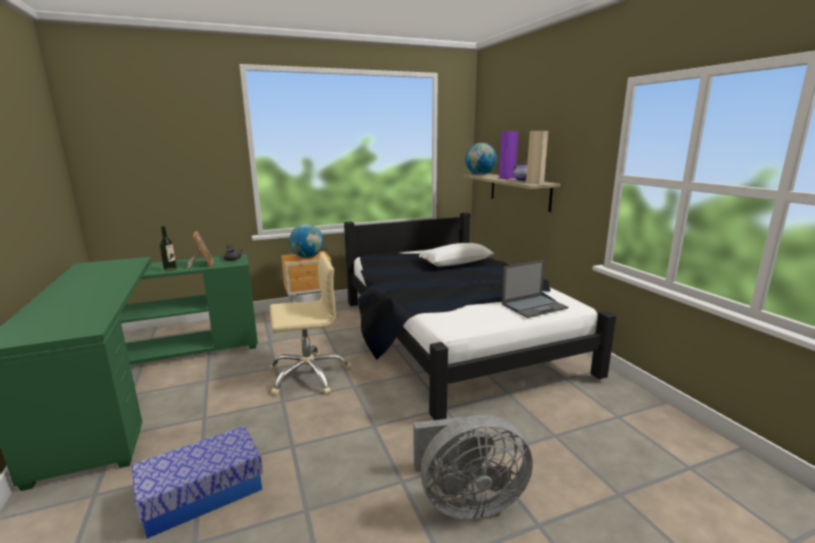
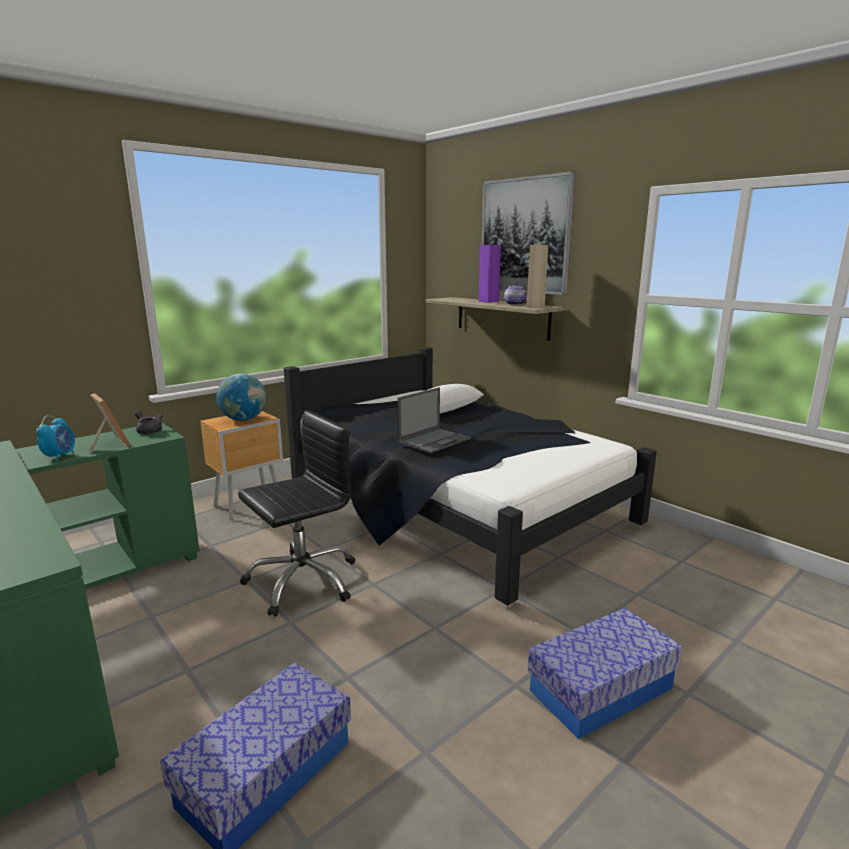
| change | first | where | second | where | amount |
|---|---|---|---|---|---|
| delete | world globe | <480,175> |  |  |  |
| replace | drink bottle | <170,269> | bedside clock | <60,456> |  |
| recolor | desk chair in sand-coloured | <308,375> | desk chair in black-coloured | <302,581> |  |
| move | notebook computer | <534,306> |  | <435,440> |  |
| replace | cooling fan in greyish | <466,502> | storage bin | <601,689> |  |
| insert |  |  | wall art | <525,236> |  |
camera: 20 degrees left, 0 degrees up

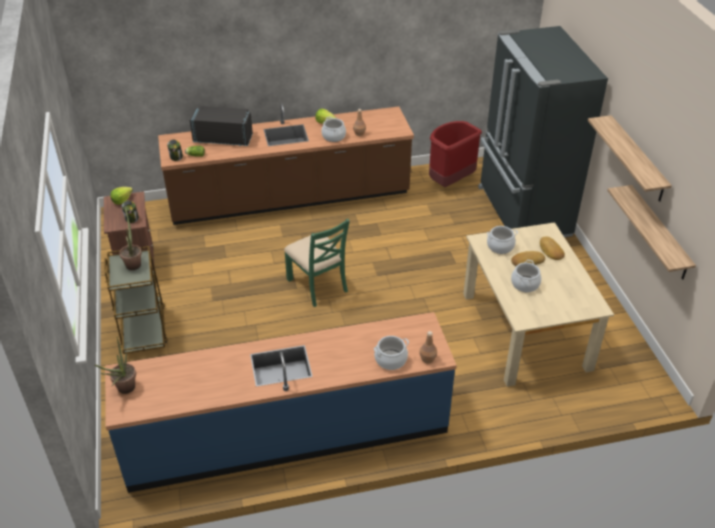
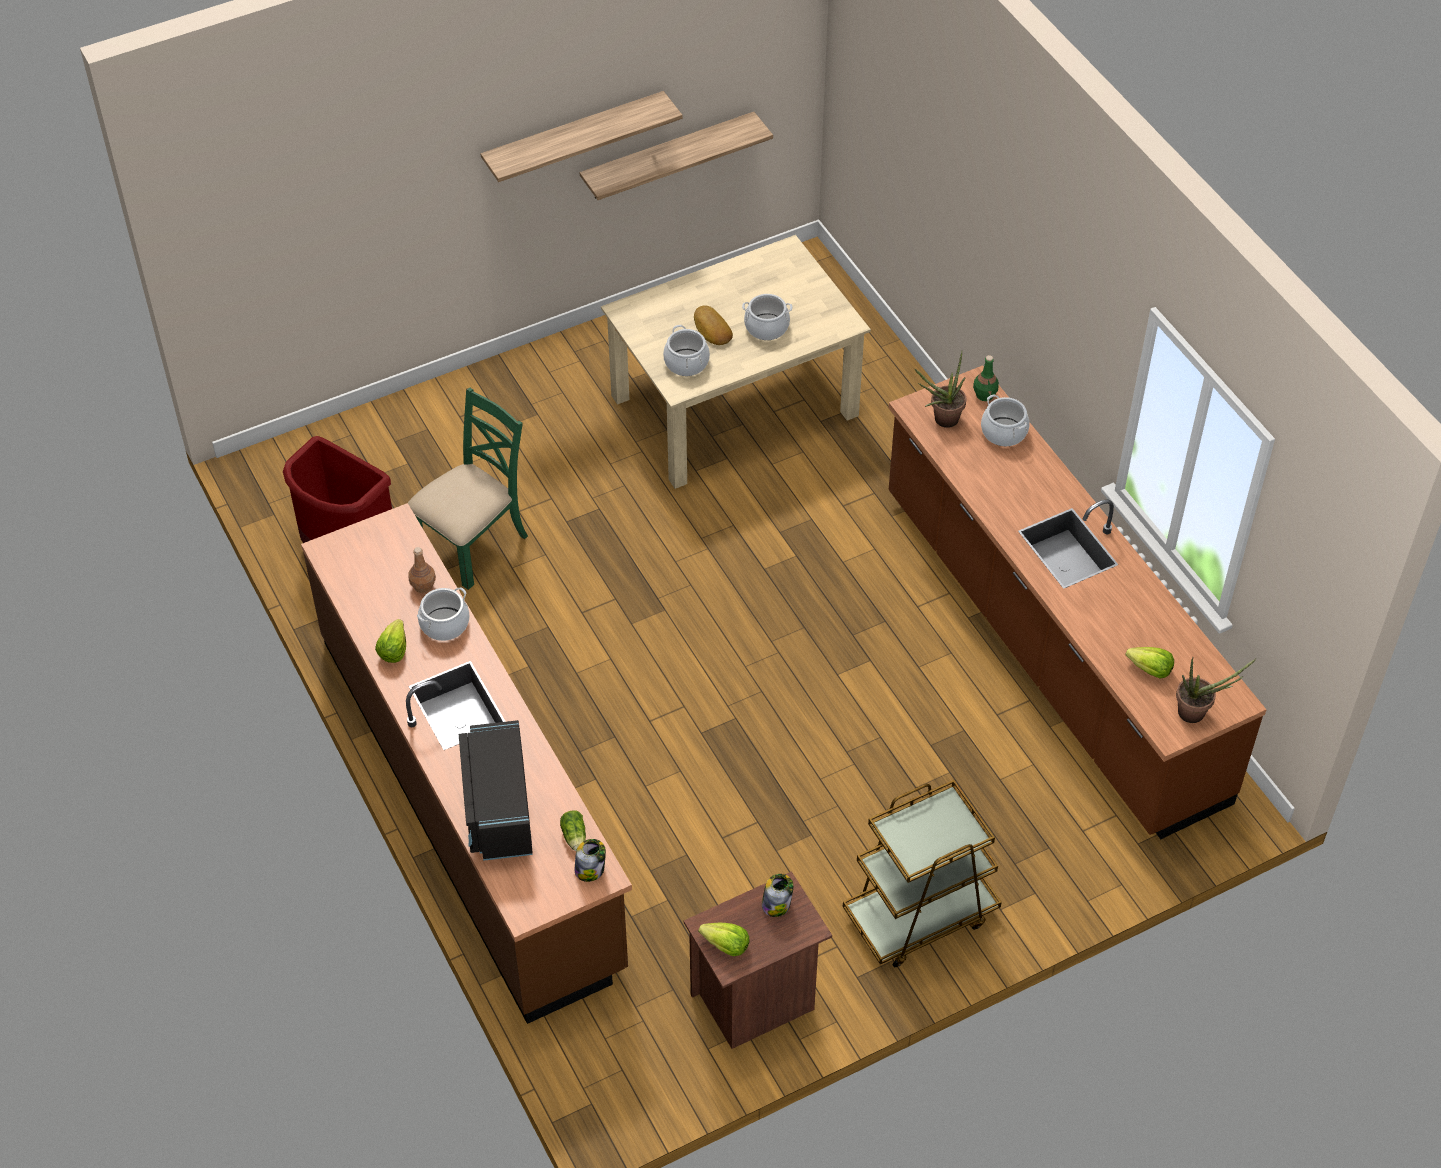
| change | first | where | second | where | amount |
|---|---|---|---|---|---|
| delete | fridge in black-coloured | <522,211> |  |  |  |
| move | plant in a pot | <133,263> |  | <941,420> |  |
| move | plain chair in green | <318,285> |  | <473,543> |  |
| delete | bakery bread | <550,251> |  |  |  |
| recolor | kitchen base unit in blue-coloured | <287,433> | kitchen base unit in brown-coloured | <1050,646> |  |
| recolor | drink bottle in brown-coloured | <427,359> | drink bottle in green | <985,395> |  |
| insert |  |  | lettuce head | <1150,670> |  |
camera: 105 degrees left, 10 degrees up

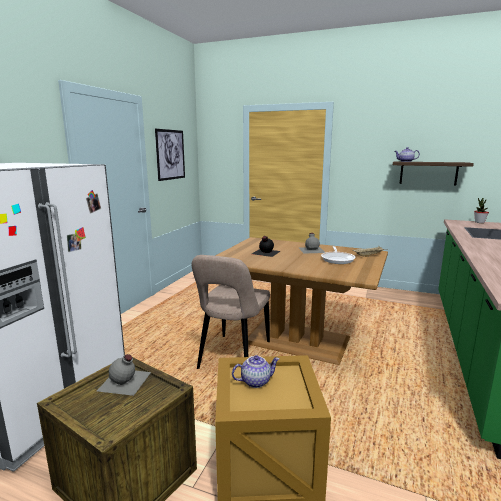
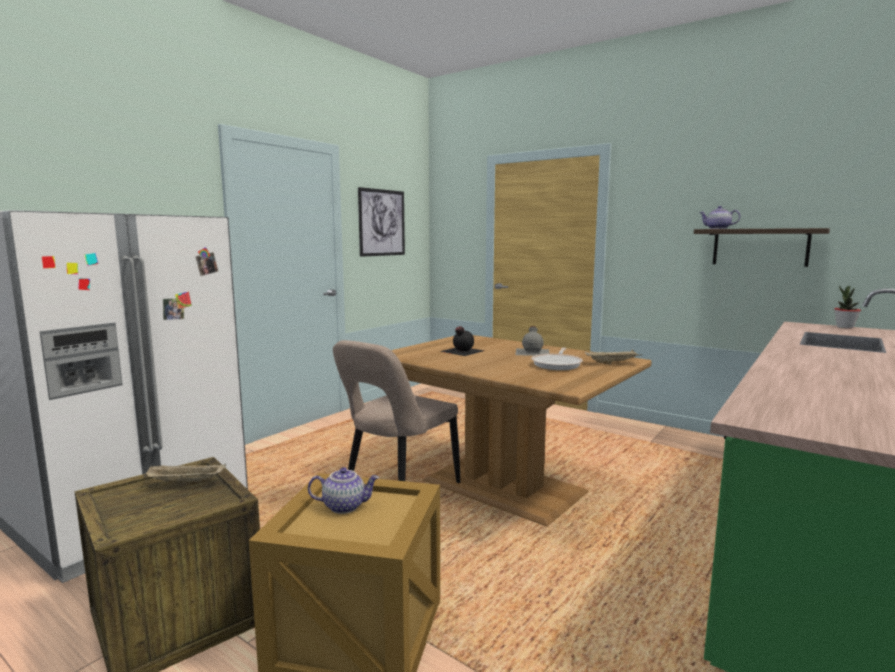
| change | first | where | second | where | amount |
|---|---|---|---|---|---|
| replace | drink bottle in greyish | <125,381> | tray in sand-coloured | <184,483> |  |
camera: 15 degrees right, 5 degrees down

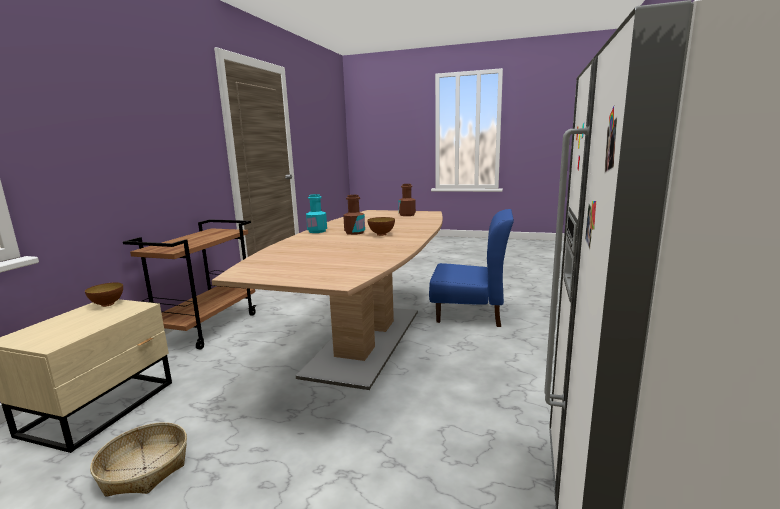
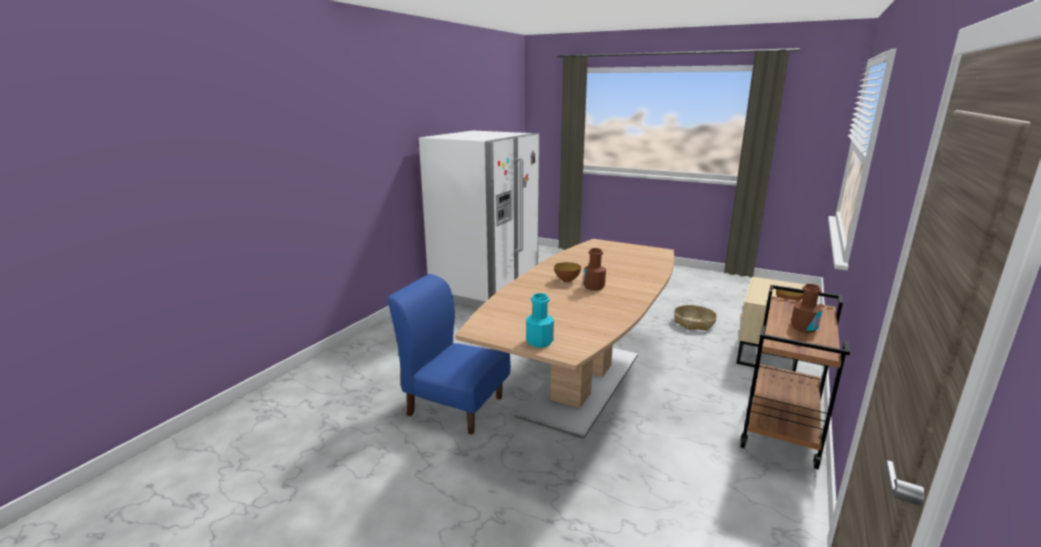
| change | first | where | second | where | amount |
|---|---|---|---|---|---|
| move | drink bottle in brown-coloured | <407,215> |  | <803,328> |  |
| move | drink bottle in turquoise-coloured | <317,231> |  | <539,342> |  |
camera: 170 degrees left, 5 degrees up

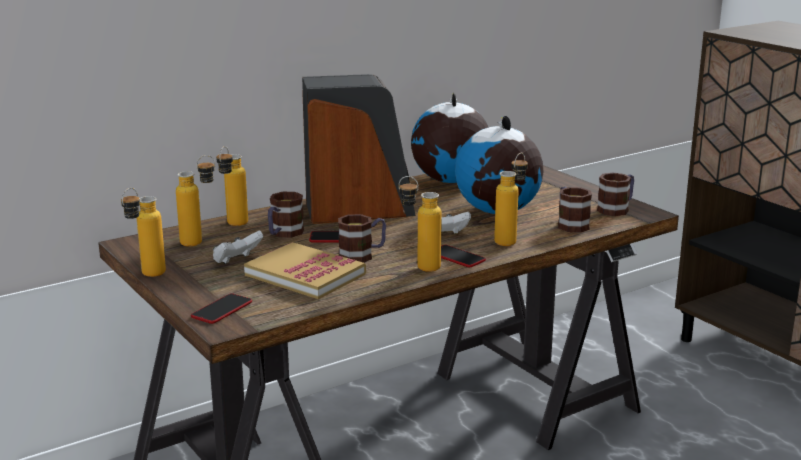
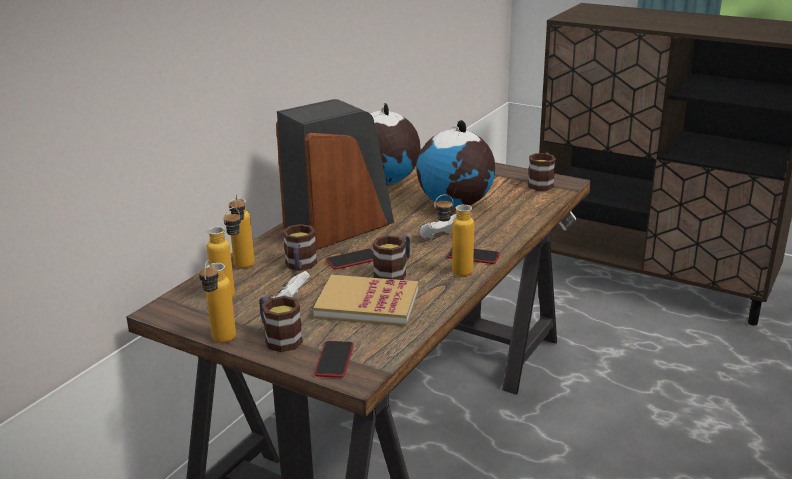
| change | first | where | second | where | amount |
|---|---|---|---|---|---|
| delete | drink bottle | <510,240> |  |  |  |
| move | coffee mug | <570,224> |  | <279,338> |  |
camera: 25 degrees left, 5 degrees up

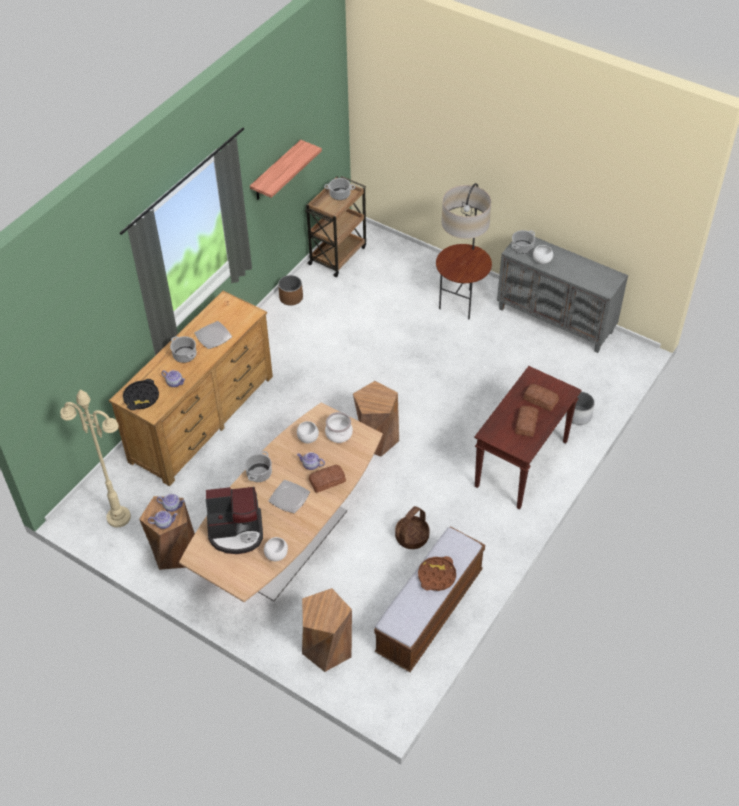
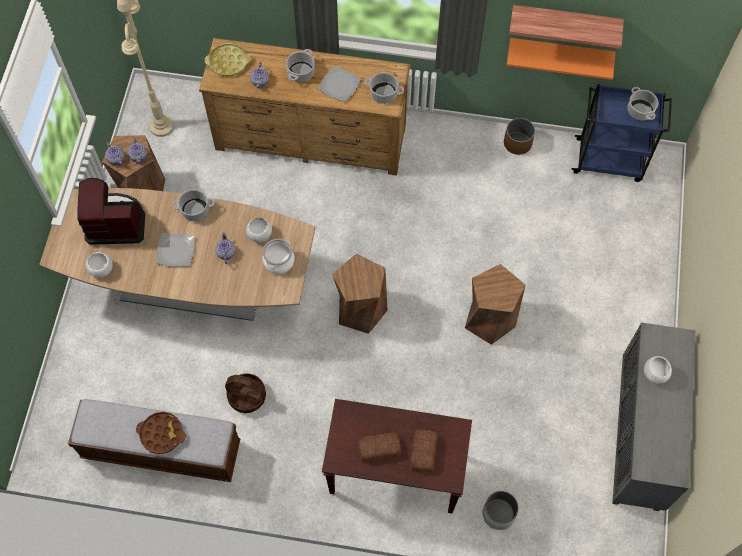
| change | first | where | second | where | amount |
|---|---|---|---|---|---|
| recolor | trolley in brown-coloured | <338,255> | trolley in blue-coloured | <610,160> |  |
| delete | floor lamp | <461,303> |  |  |  |
| move | cooking pot | <522,247> |  | <384,93> |  |
| recolor | tray in black-coloured | <141,397> | tray in yellow-coloured | <228,62> |  |
| delete | bakery bread | <328,481> |  |  |  |
| rotate | coffee machine | <236,532> |  | <115,222> | 120 degrees clockwise |
| move | stool in brown-coloured | <327,648> |  | <489,319> |  |
| insert |  |  | bracket shelf in orangey | <560,53> |  |
camera: 65 degrees right, 15 degrees up

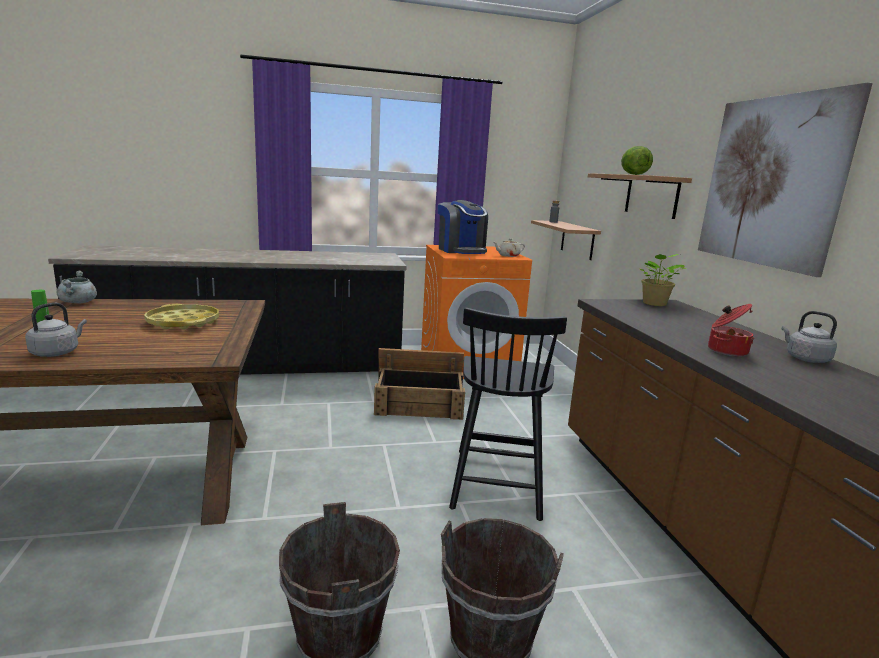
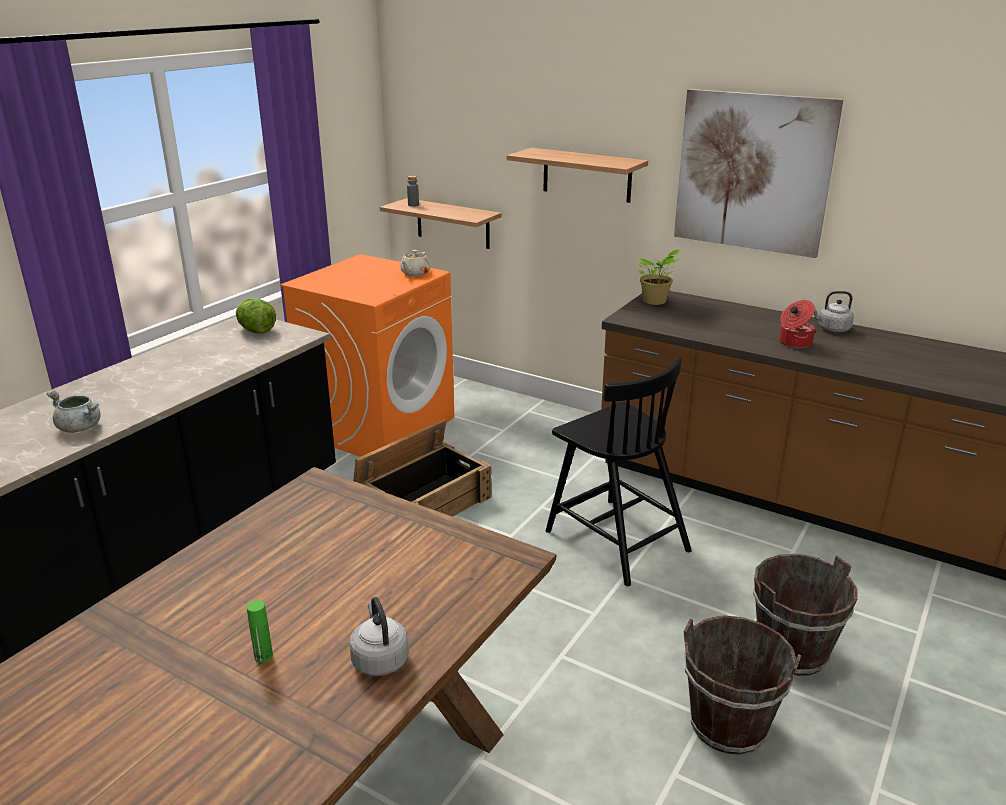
| change | first | where | second | where | amount |
|---|---|---|---|---|---|
| move | lettuce head | <633,174> |  | <257,331> |  |
| delete | coffee machine | <461,251> |  |  |  |
| move | cooking pot in greyish | <78,302> |  | <81,428> |  |
| delete | tray in yellow-coloured | <183,322> |  |  |  |
camera: 45 degrees left, 10 degrees up

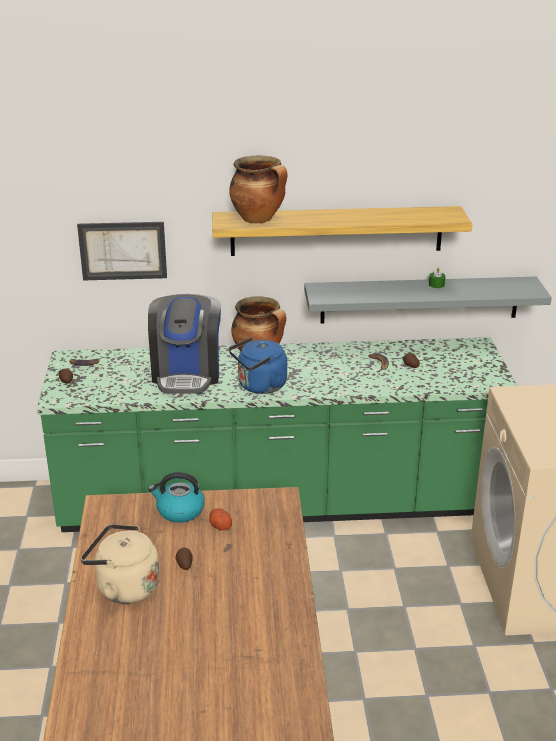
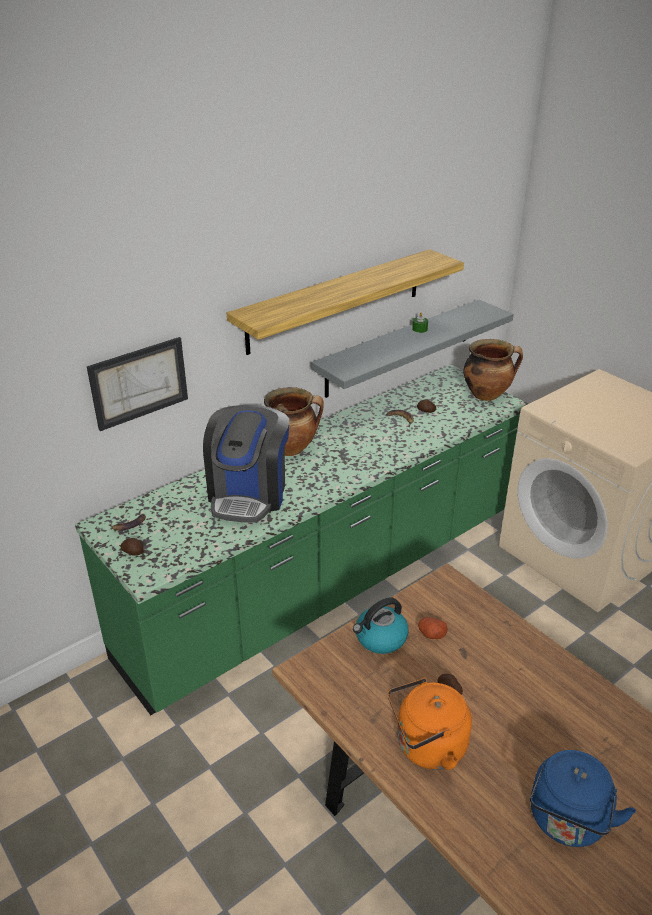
| change | first | where | second | where | amount |
|---|---|---|---|---|---|
| move | cooking pot | <259,219> |  | <487,394> |  |
| rotate | coffee machine | <187,374> |  | <249,494> | 45 degrees clockwise |
| move | water kettle in blue-coloured | <259,386> |  | <567,822> |  |
| recolor | water kettle in sand-coloured | <124,587> | water kettle in orangey | <427,747> |  |
camera: 35 degrees left, 5 degrees up

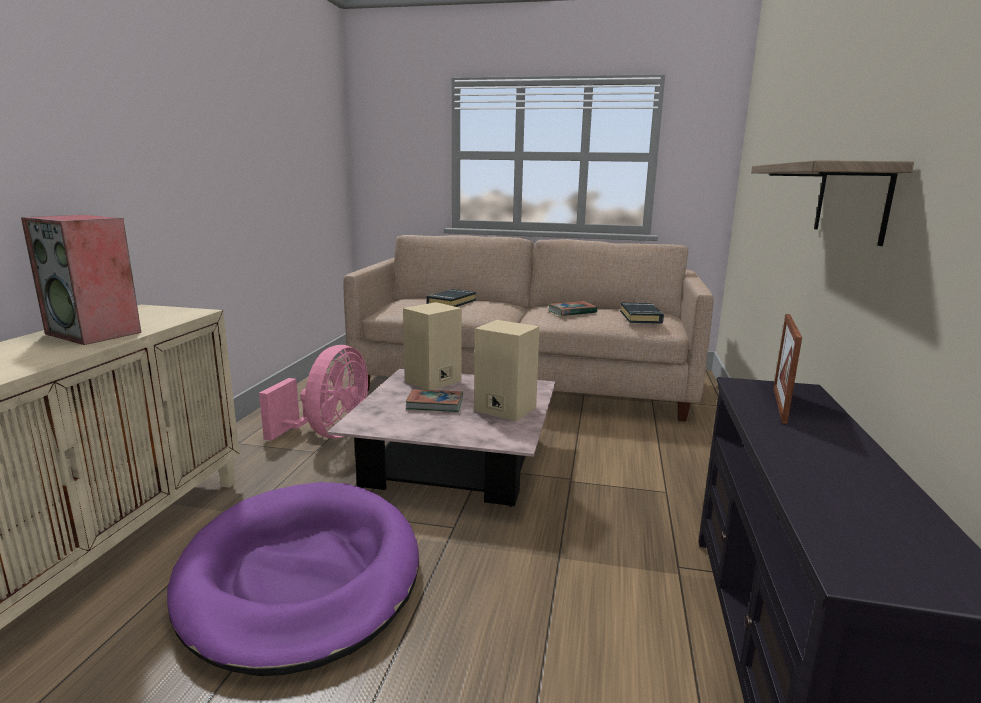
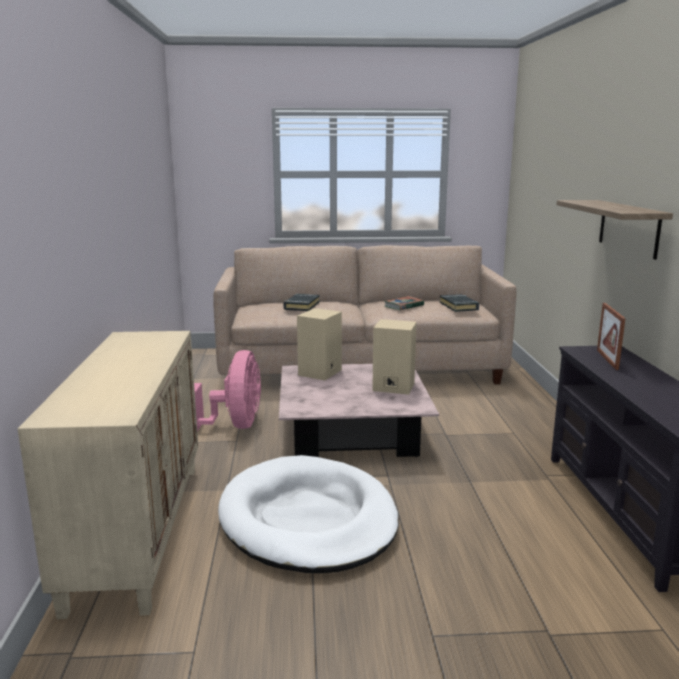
| change | first | where | second | where | amount |
|---|---|---|---|---|---|
| delete | speaker | <95,333> |  |  |  |
| delete | volume | <435,404> |  |  |  |
| recolor | dog bed in purple | <301,577> | dog bed in whitish | <308,520> |  |
camera: 15 degrees left, 0 degrees up

